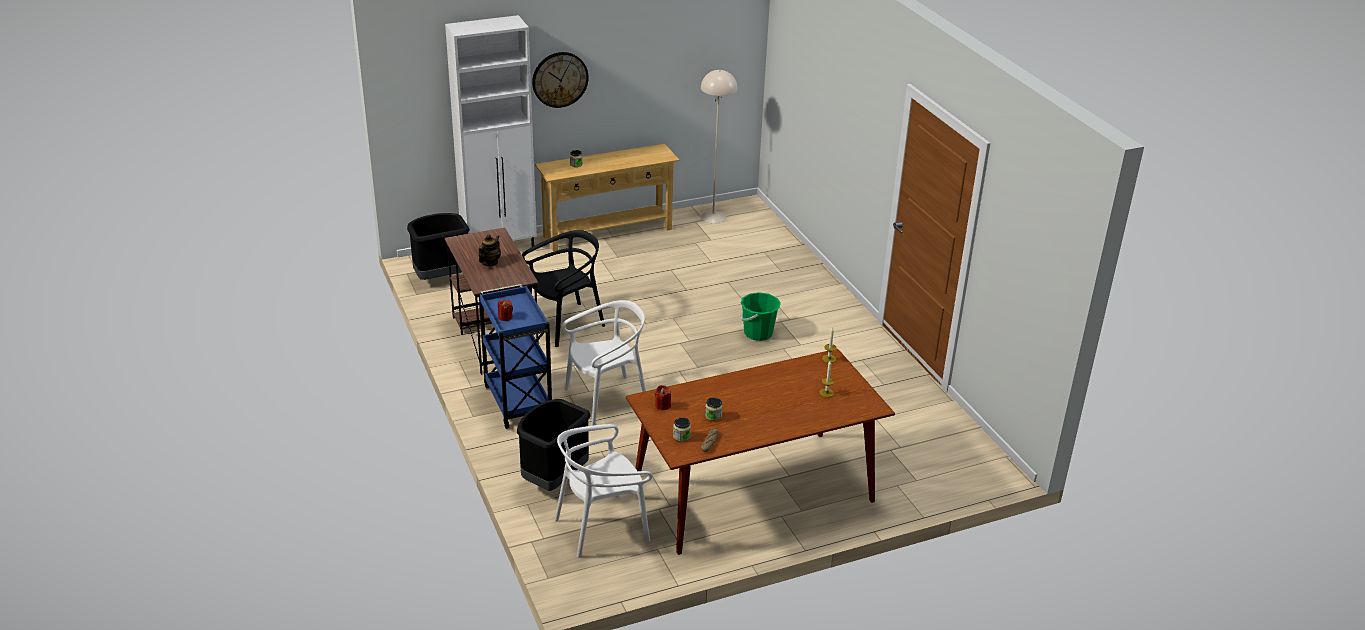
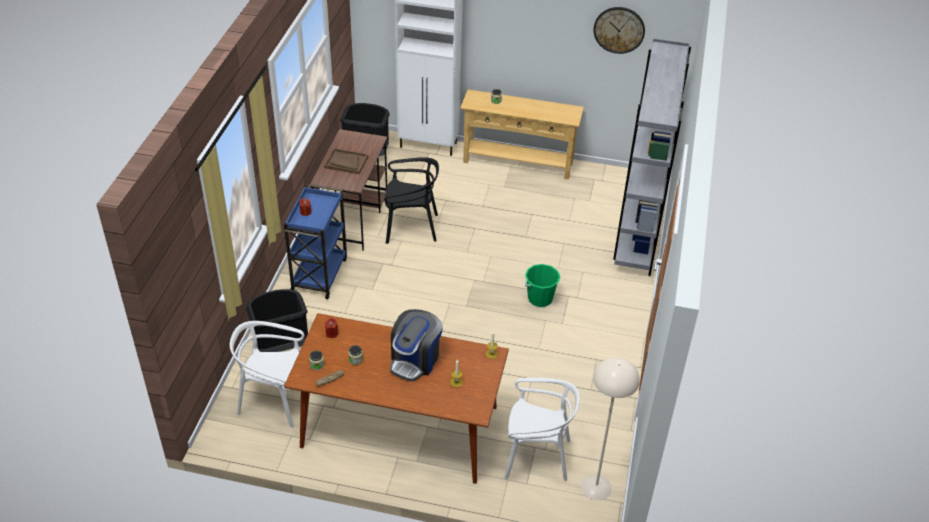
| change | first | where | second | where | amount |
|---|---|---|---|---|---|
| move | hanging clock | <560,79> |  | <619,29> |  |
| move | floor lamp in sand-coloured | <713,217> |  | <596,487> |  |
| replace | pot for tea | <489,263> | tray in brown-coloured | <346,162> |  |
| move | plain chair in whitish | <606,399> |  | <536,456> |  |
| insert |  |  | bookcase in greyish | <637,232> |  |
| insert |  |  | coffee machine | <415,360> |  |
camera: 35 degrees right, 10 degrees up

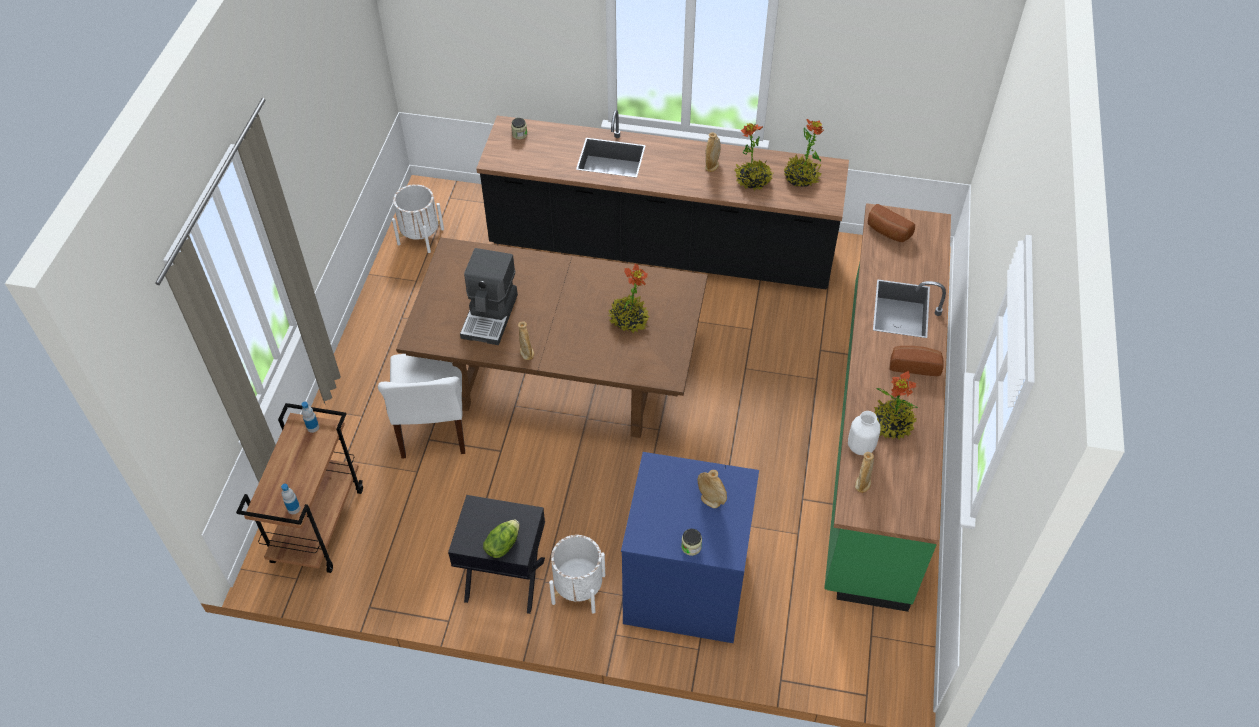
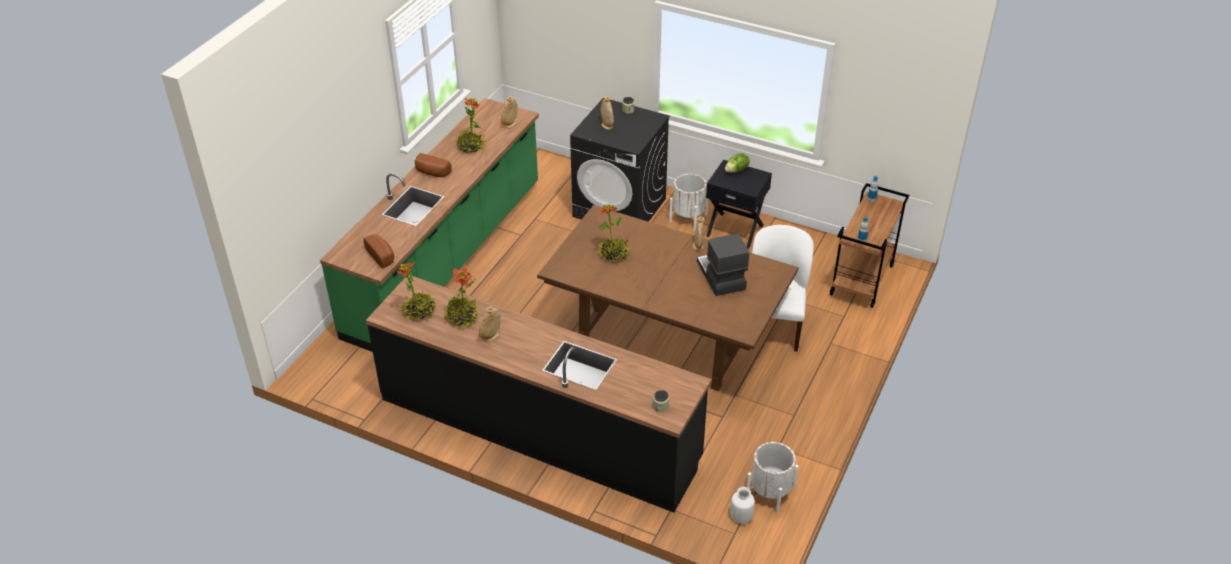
| change | first | where | second | where | amount |
|---|---|---|---|---|---|
| rotate | coffee machine | <490,315> |  | <720,276> | 45 degrees counterclockwise |
| move | vase in whitish | <860,446> |  | <741,517> |  |
| recolor | laundry machine in blue-coloured | <685,586> | laundry machine in black-coloured | <620,207> |  |
camera: 165 degrees left, 10 degrees down

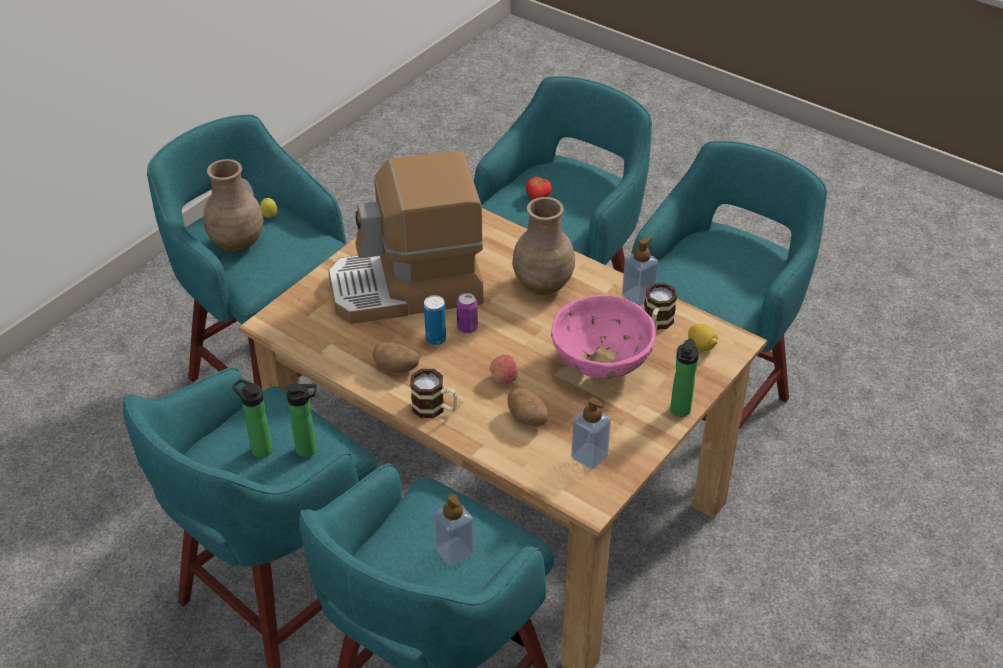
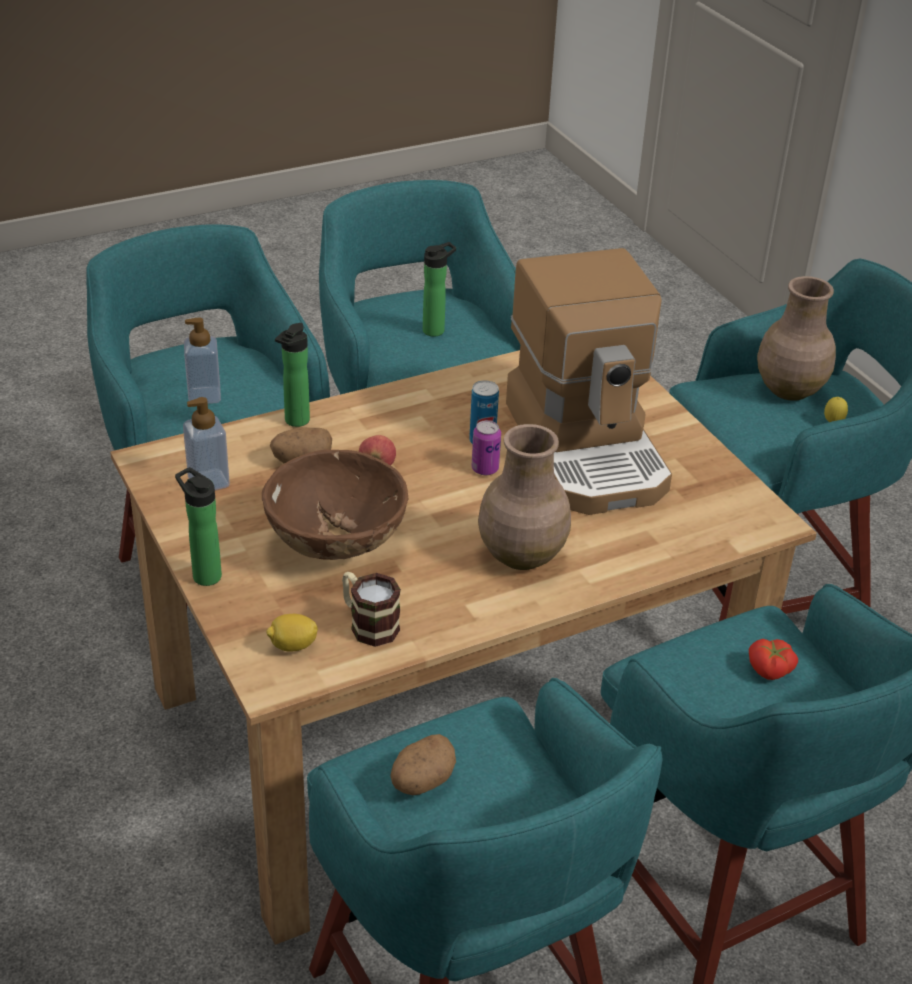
| change | first | where | second | where | amount |
|---|---|---|---|---|---|
| rotate | coffee machine | <407,289> |  | <588,448> | 150 degrees clockwise |
| delete | soap bottle | <638,296> |  |  |  |
| recolor | deep dish in pinkish | <601,364> | deep dish in brown-coloured | <336,545> |  |
| move | whole potato | <397,368> |  | <421,781> |  |
| delete | coffee mug | <435,408> |  |  |  |
| move | drink bottle | <309,450> |  | <295,422> |  |
camera: 115 degrees right, 5 degrees down

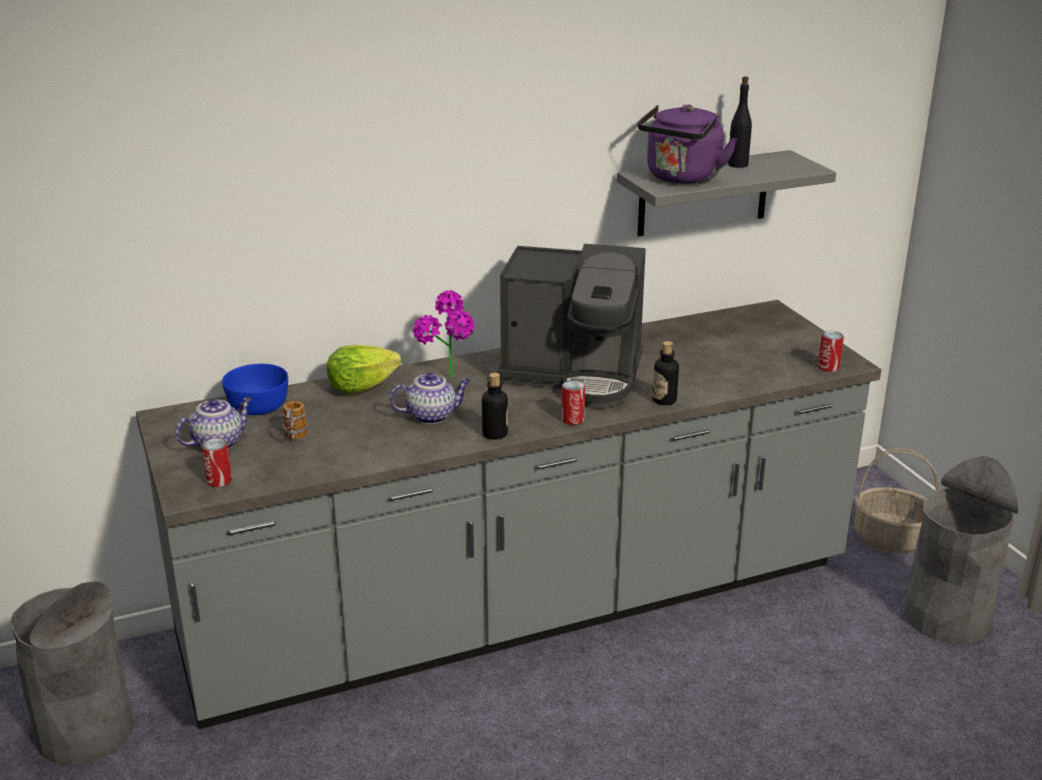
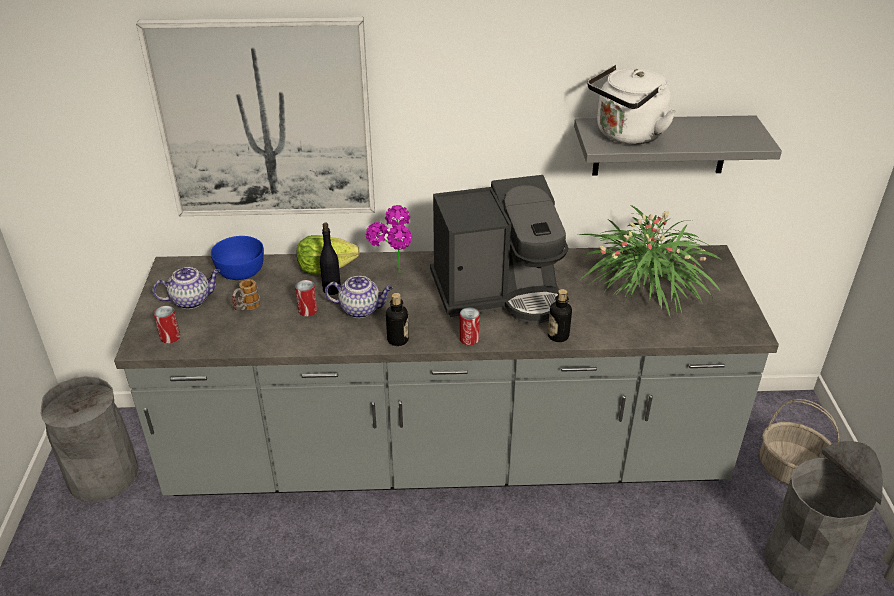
| change | first | where | second | where | amount |
|---|---|---|---|---|---|
| move | drink bottle in black-coloured | <737,164> |  | <331,289> |  |
| recolor | water kettle in purple | <682,178> | water kettle in whitish | <627,135> |  |
| rotate | coffee machine | <574,375> |  | <499,292> | 45 degrees counterclockwise |
| move | metal can | <828,367> |  | <307,311> |  |
| insert |  |  | wall art | <265,120> |  |
| insert |  |  | plant in a pot | <646,286> |  |
camera: 20 degrees right, 10 degrees up

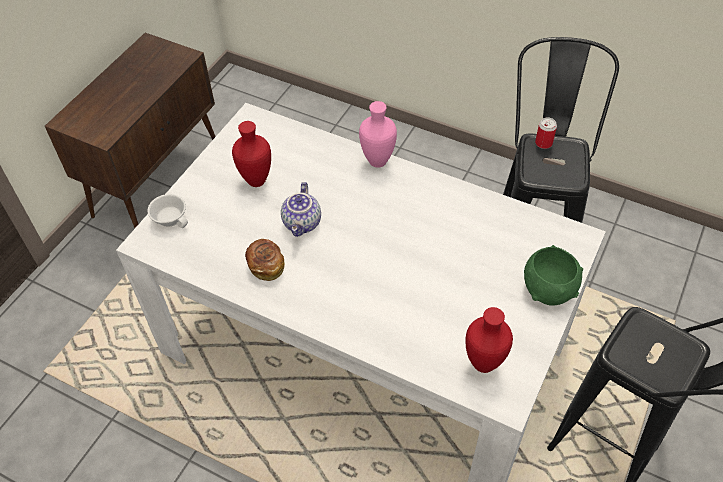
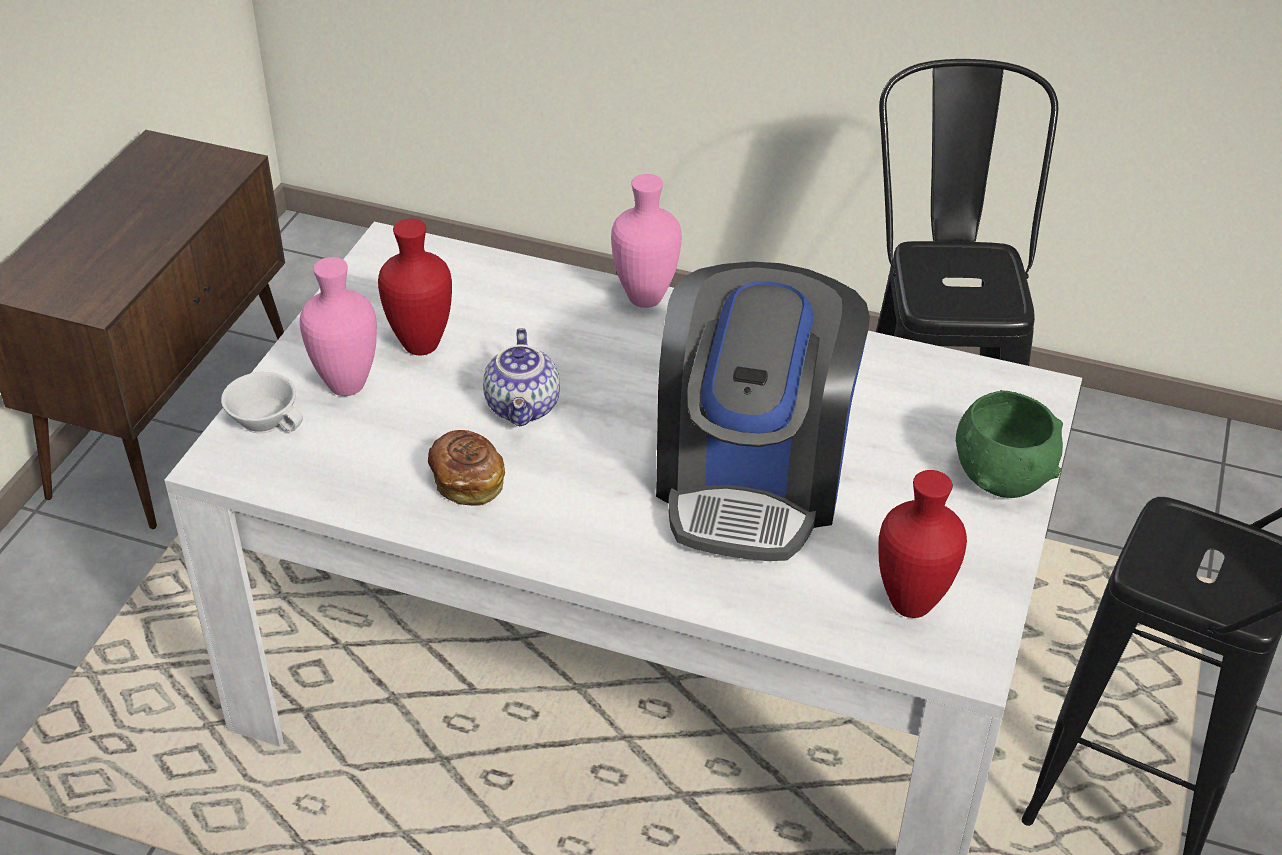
| change | first | where | second | where | amount |
|---|---|---|---|---|---|
| delete | metal can | <543,143> |  |  |  |
| insert |  |  | vase in pinkish | <347,387> |  |
| insert |  |  | coffee machine | <751,478> |  |
camera: 10 degrees left, 10 degrees down

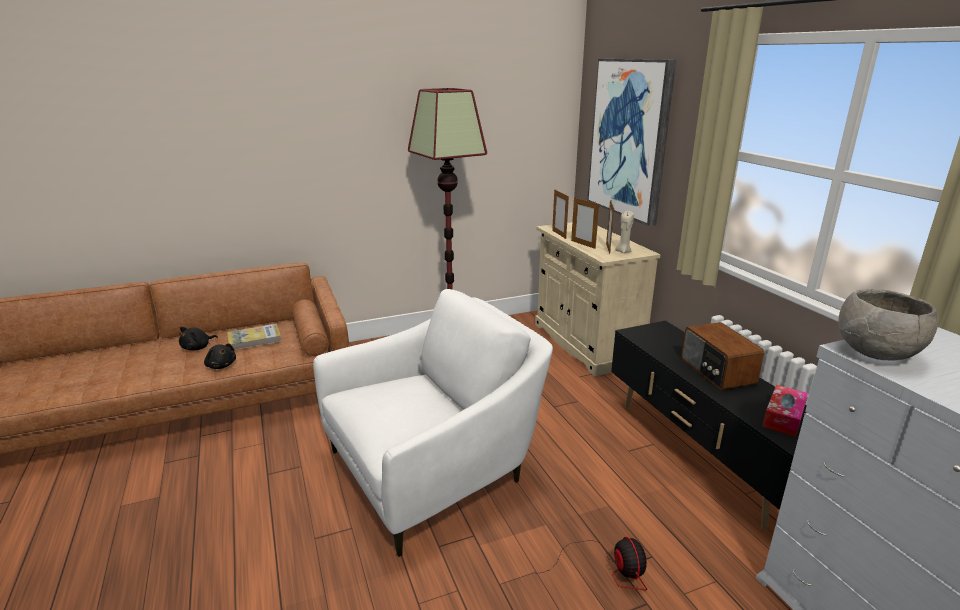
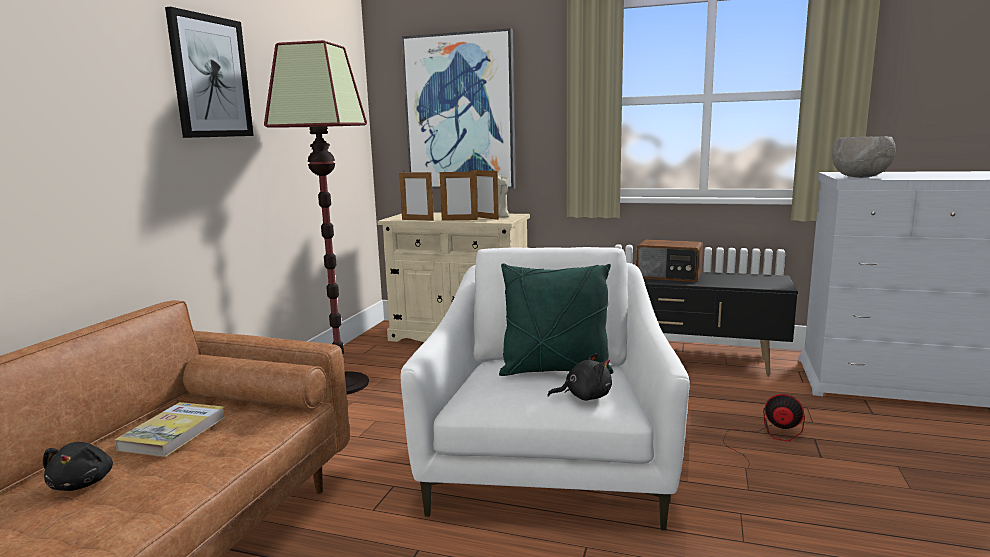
| change | first | where | second | where | amount |
|---|---|---|---|---|---|
| move | cuddly toy in black-coloured | <221,365> |  | <584,397> |  |
| delete | tissue box | <783,417> |  |  |  |
| insert |  |  | wall art | <210,77> |  |
| insert |  |  | cushion in green | <555,370> |  |
camera: 50 degrees left, 10 degrees down

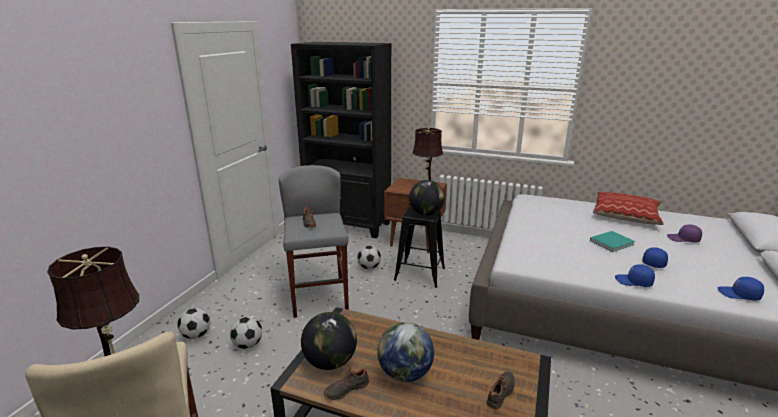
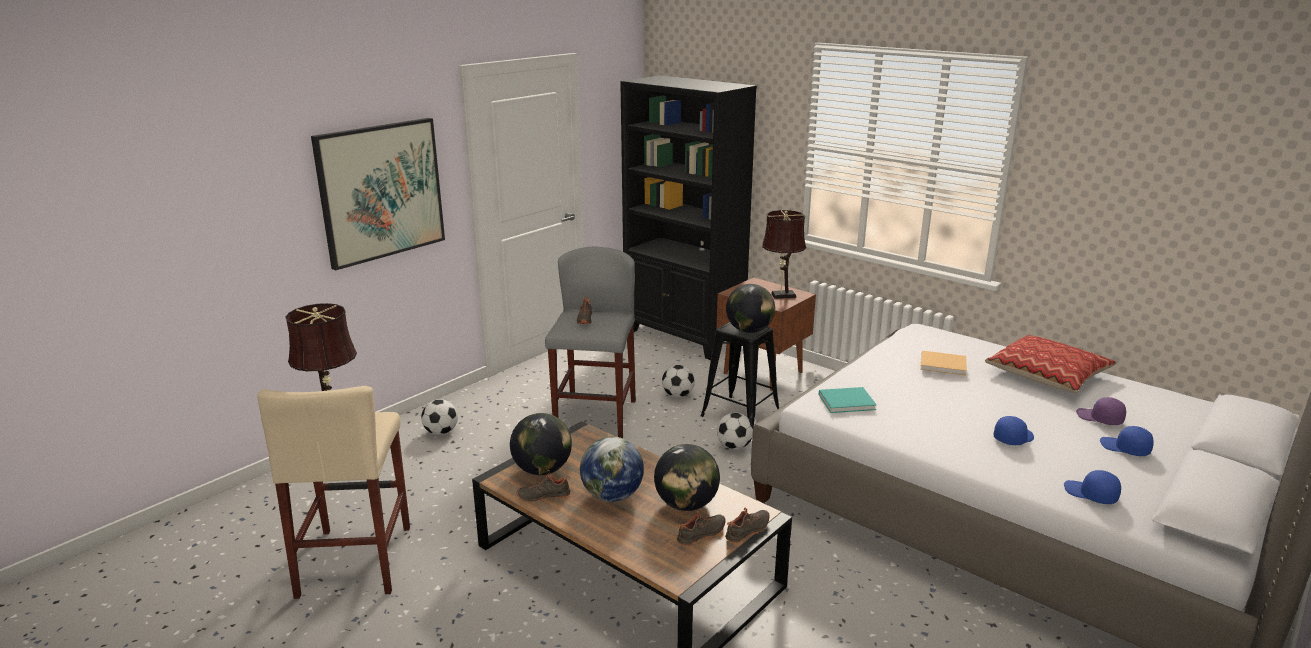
| change | first | where | second | where | amount |
|---|---|---|---|---|---|
| move | volume in turquoise-coloured | <612,242> |  | <848,402> |  |
| move | peaked cap in blue-coloured | <633,282> |  | <1124,448> |  |
| move | football ball | <248,344> |  | <734,446> |  |
| insert |  |  | wall art | <381,191> |  |
| insert |  |  | volume in sand-coloured | <944,365> |  |
| insert |  |  | world globe | <686,504> |  |
| insert |  |  | shoe in black-coloured | <748,531> |  |
camera: 20 degrees right, 0 degrees up

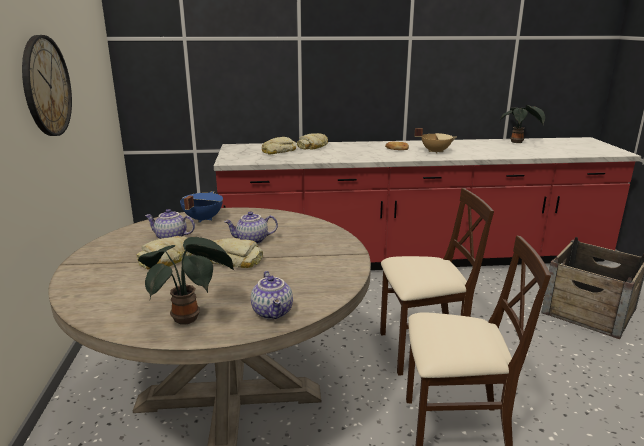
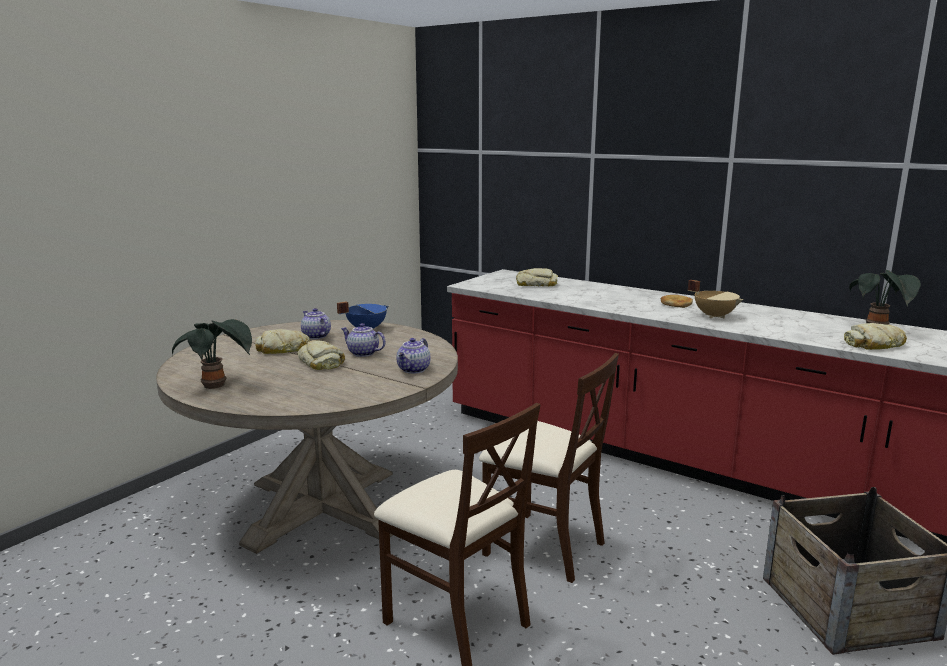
| change | first | where | second | where | amount |
|---|---|---|---|---|---|
| delete | hanging clock | <46,86> |  |  |  |
| move | bakery bread | <313,146> |  | <874,344> |  |
| move | pot for tea | <273,312> |  | <414,370> |  |
camera: 40 degrees right, 5 degrees down

